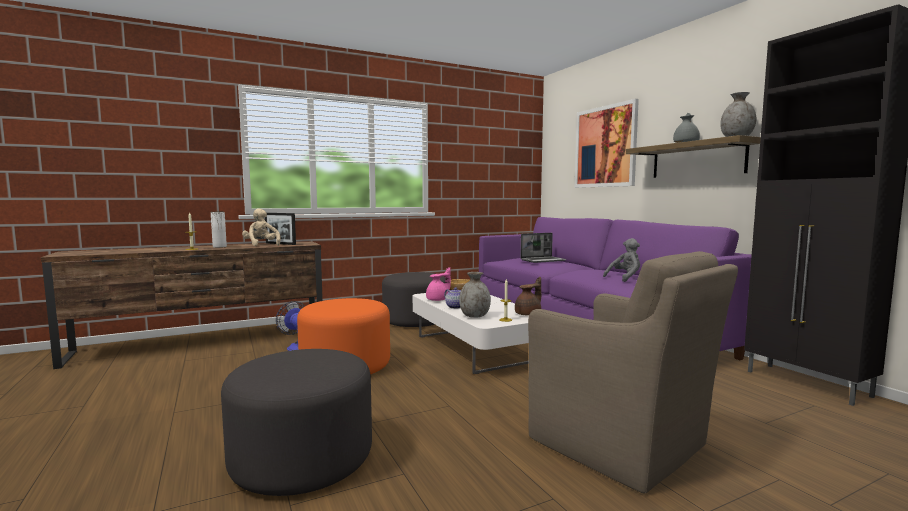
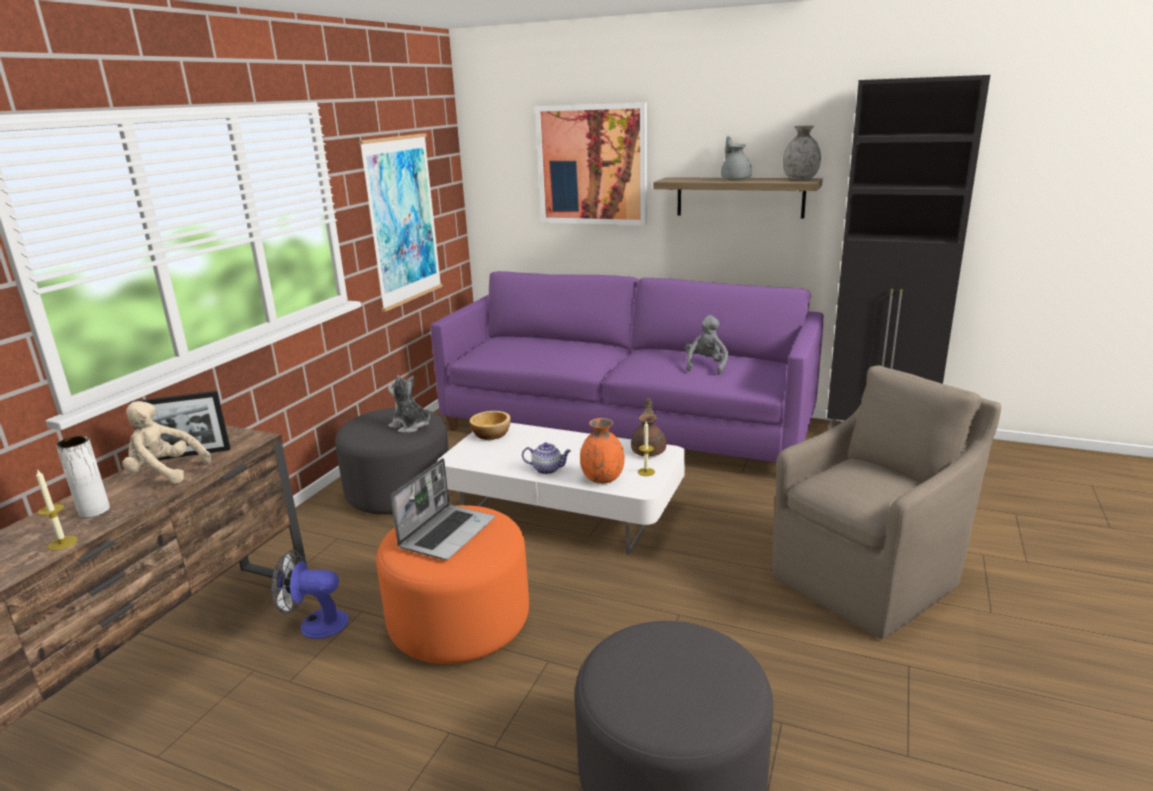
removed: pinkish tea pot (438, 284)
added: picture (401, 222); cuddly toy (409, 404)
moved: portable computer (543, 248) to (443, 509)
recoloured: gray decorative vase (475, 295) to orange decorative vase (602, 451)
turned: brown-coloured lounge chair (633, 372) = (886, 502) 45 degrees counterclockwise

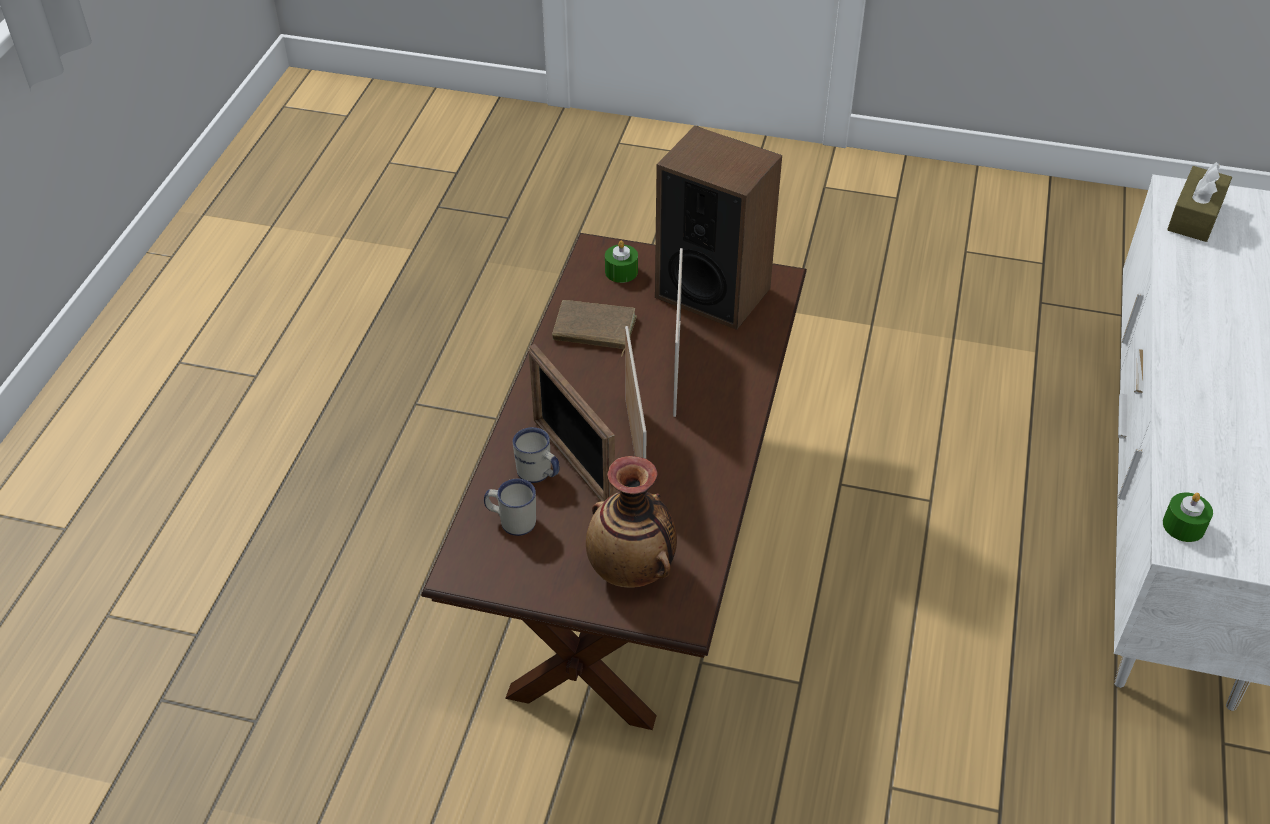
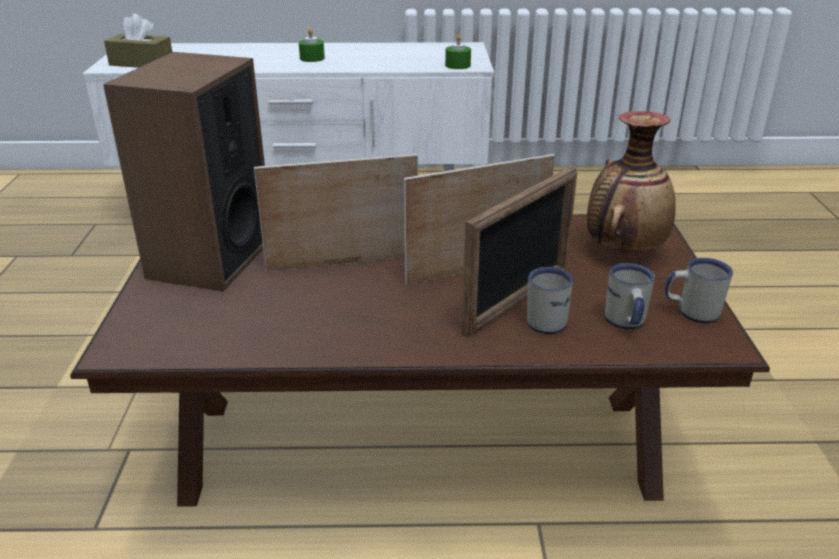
removed: brown-coloured volume (594, 328)
added: whitish mug (699, 290)
moved: greenish candle (621, 261) to (312, 45)

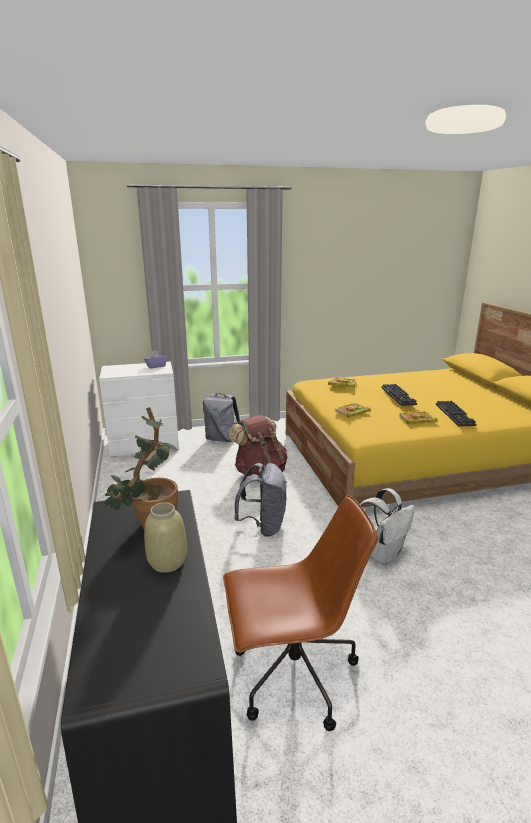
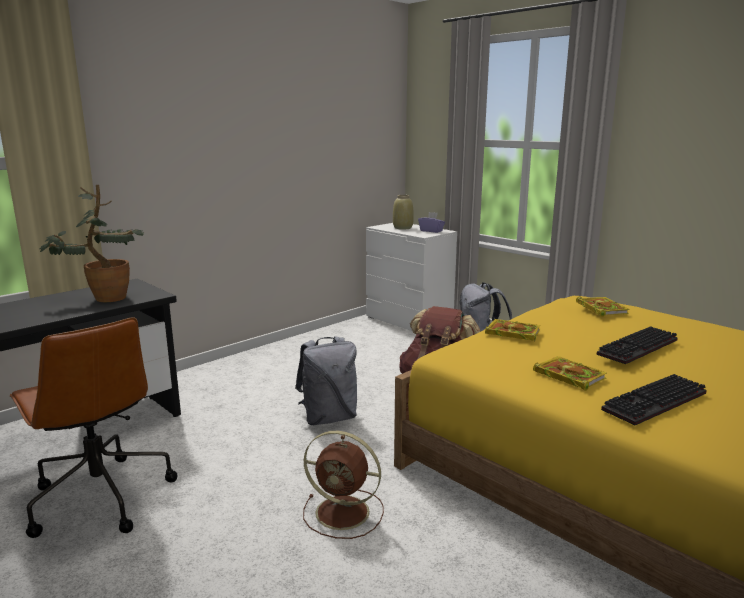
moved: beige-coloured decorative vase (165, 537) to (403, 212)
replaced: whitish rucksack (387, 526) to brown-coloured fan (343, 485)

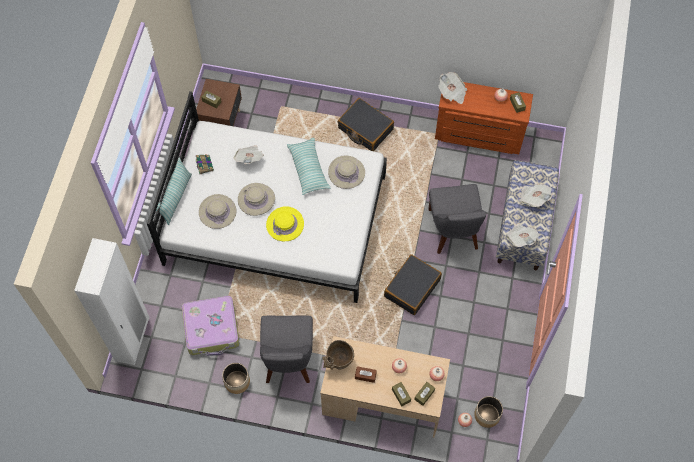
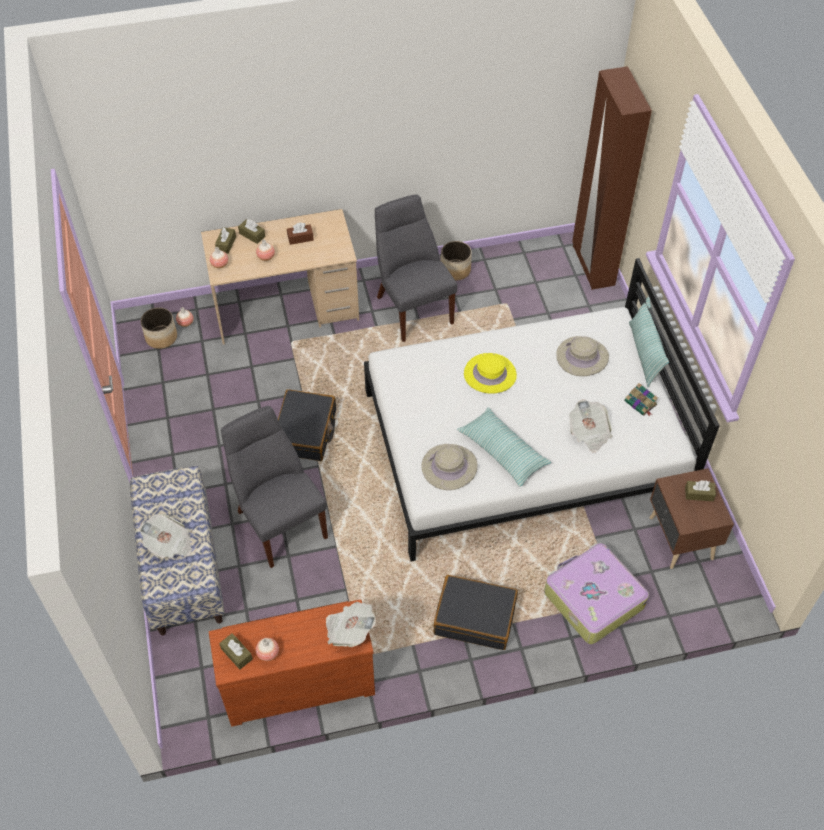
removed: beige-coloured wearable hat (256, 199); beige-coloured decorative vase (338, 355); printed paper (522, 235)
moved: suitcase (211, 326) to (596, 593)
recoloured: whitish armoire (111, 301) to brown-coloured armoire (612, 178)

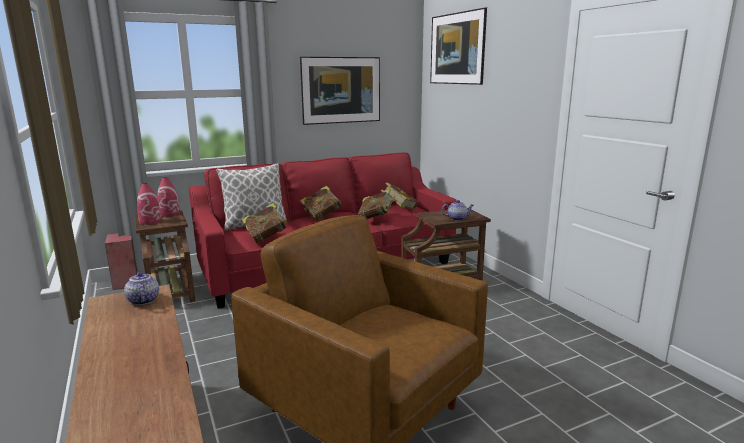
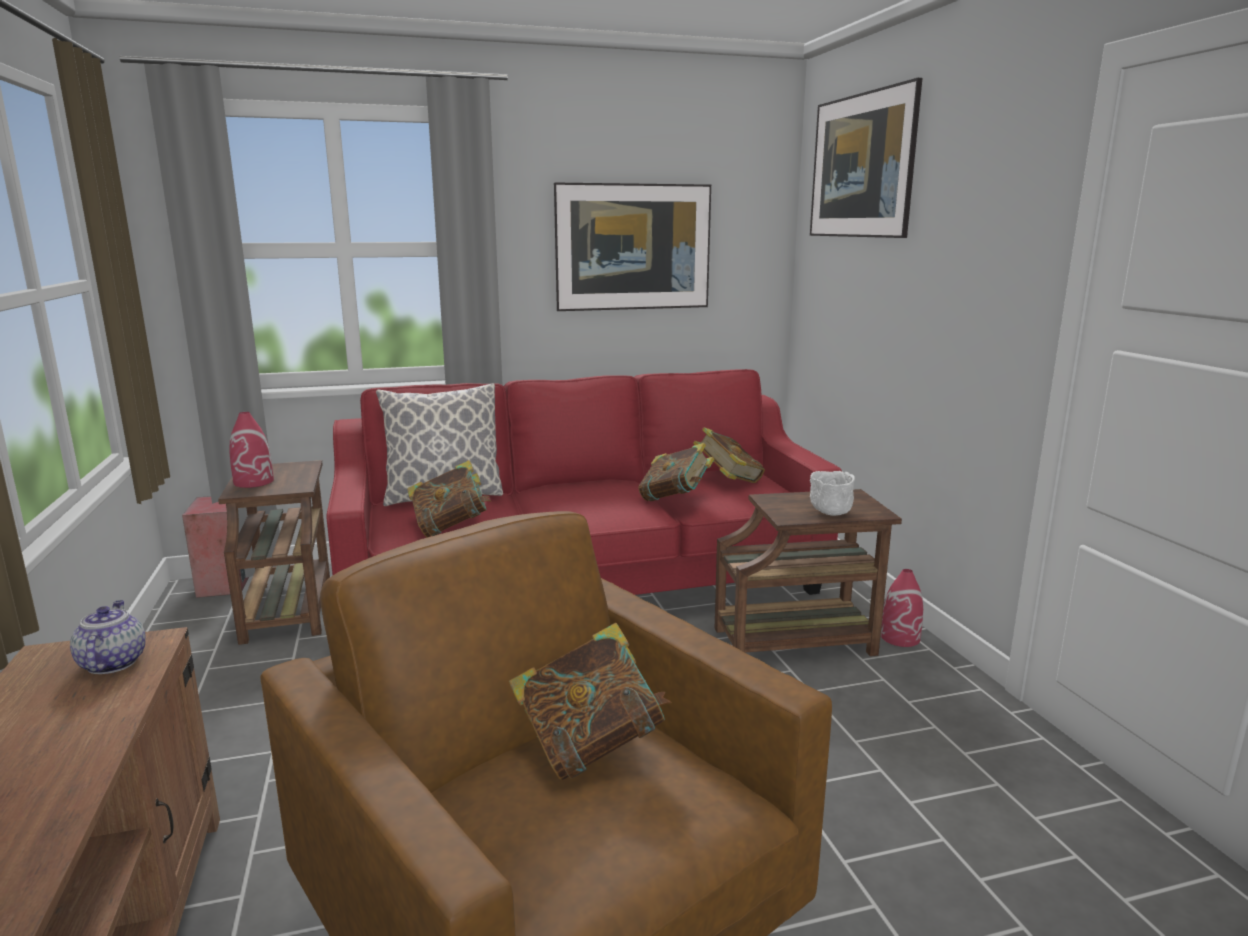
moved: red decorative vase (168, 197) to (902, 608); volume (321, 203) to (590, 702)
replaced: tea pot (457, 210) to whitish bowl (832, 493)

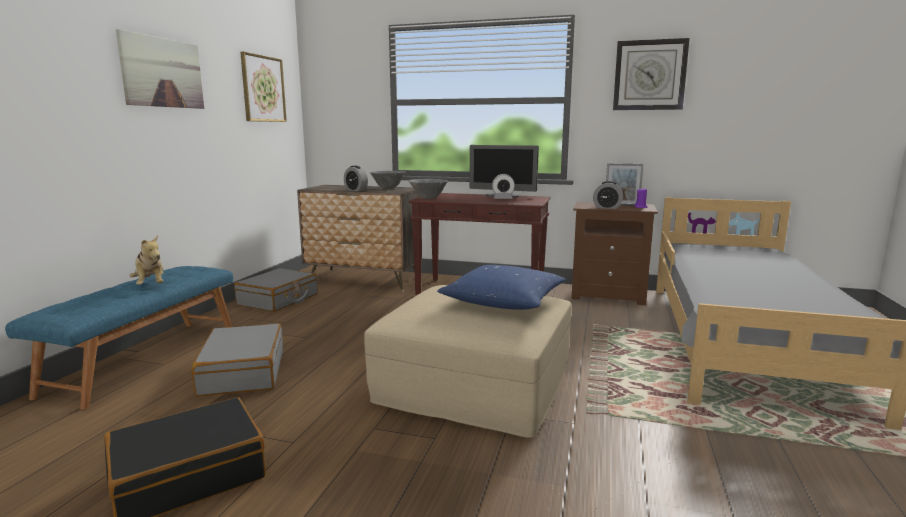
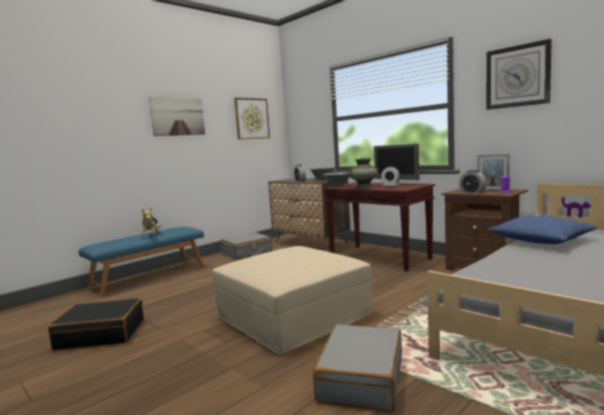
added: turquoise-coloured decorative vase (363, 172)
moved: gray suitcase (237, 359) to (357, 368); bluish throw pillow (501, 287) to (543, 229)

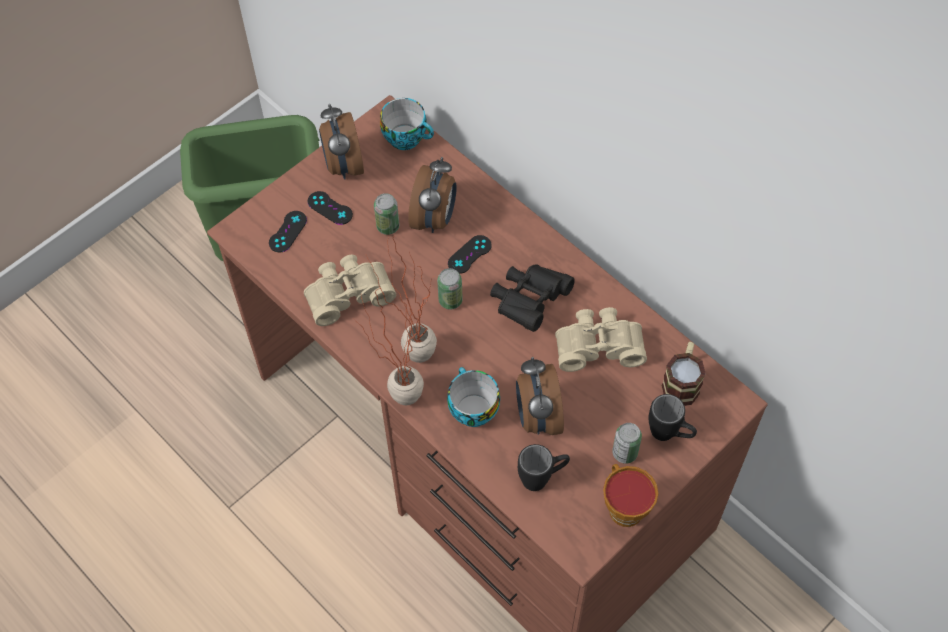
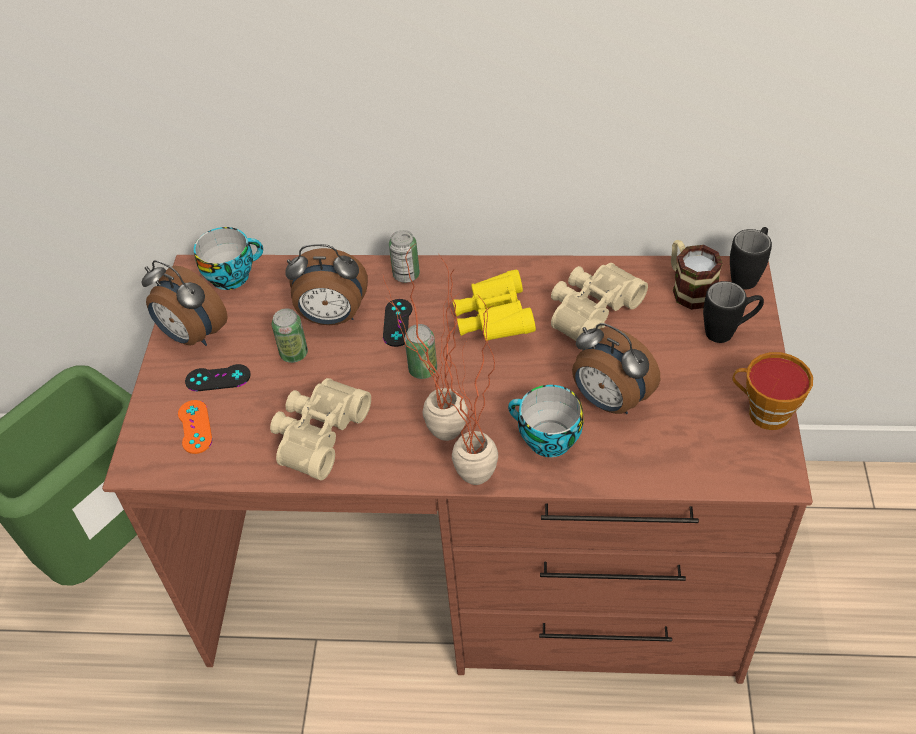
moved: black-coloured mug (544, 467) to (751, 258); can (627, 443) to (404, 256)
recoloured: black-coloured joypad (288, 231) to orange joypad (195, 427); black-coloured binoculars (532, 298) to yellowish binoculars (494, 305)
turned: bedside clock (432, 195) = (326, 284) 120 degrees clockwise

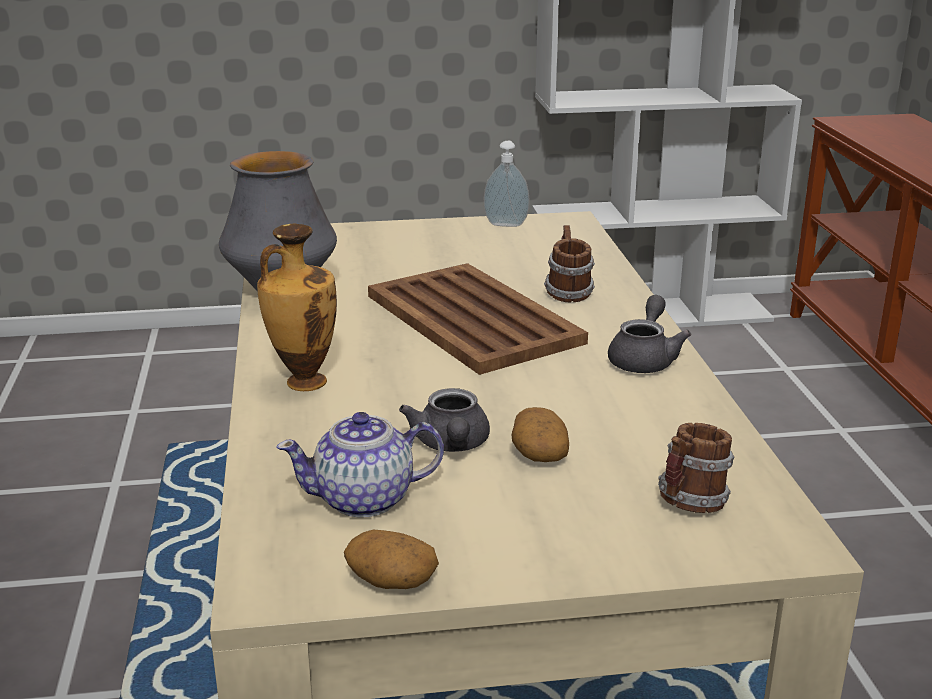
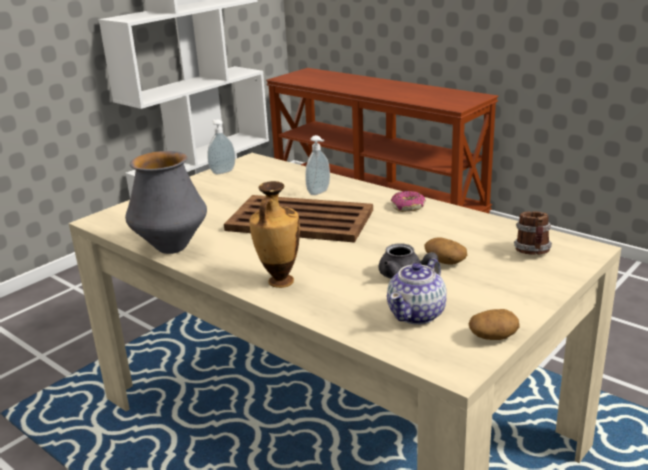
replaced: mug (569, 263) to liquid soap bottle (317, 165); gray tea pot (649, 334) to donut (408, 201)

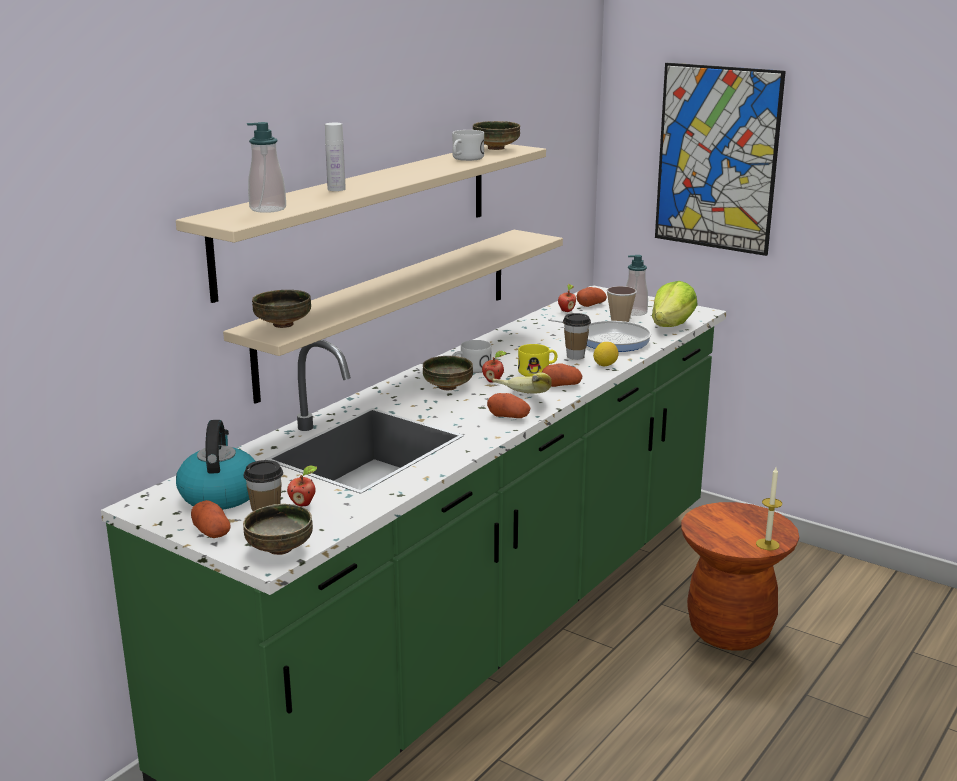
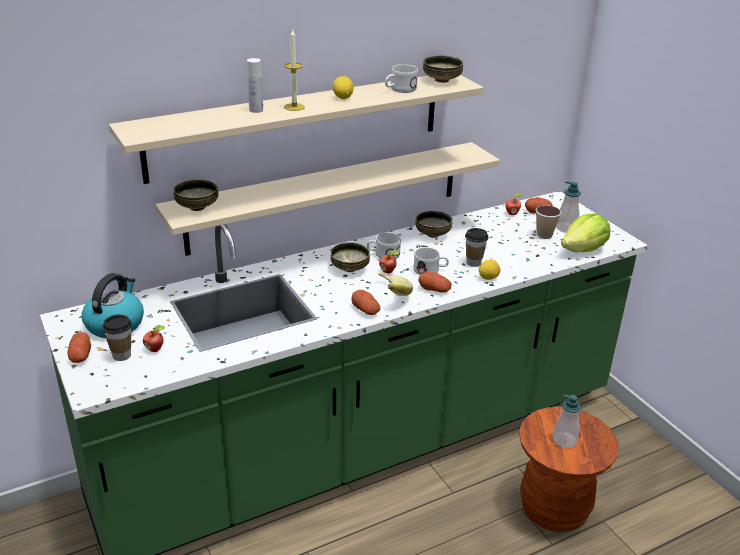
removed: pan (599, 335); picture (720, 159)
added: citrus fruit (343, 87)
moved: bowl (278, 529) to (433, 224); liquid soap bottle (266, 167) to (567, 421); candle (769, 508) to (294, 70)
recoloured: yellowish mug (537, 360) to whitish mug (431, 261)

